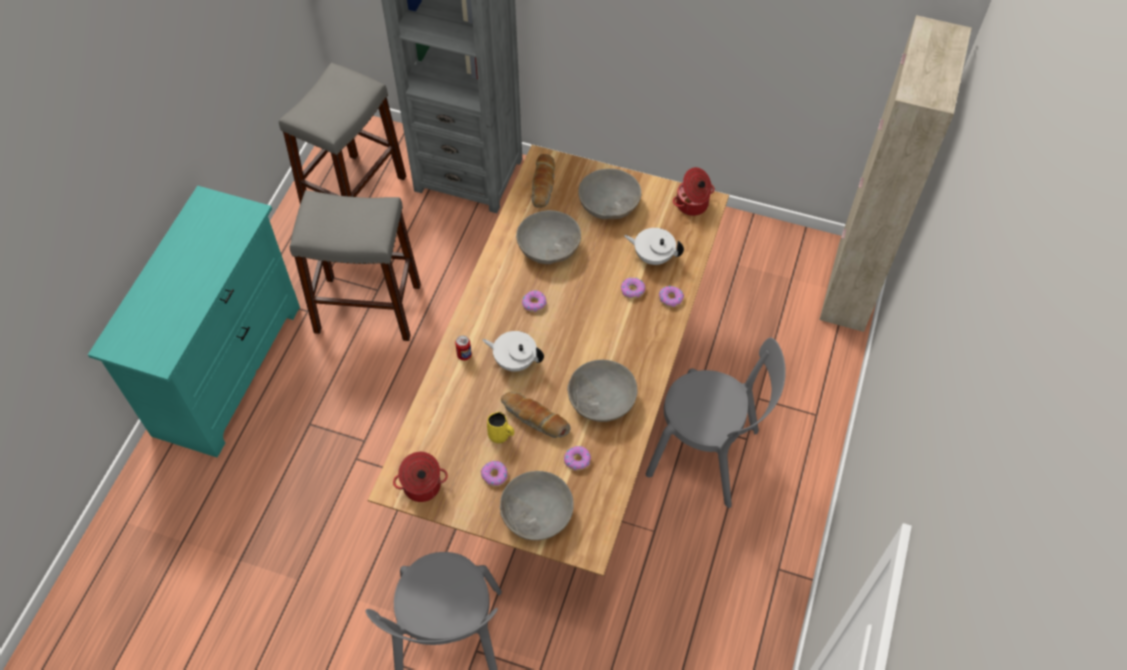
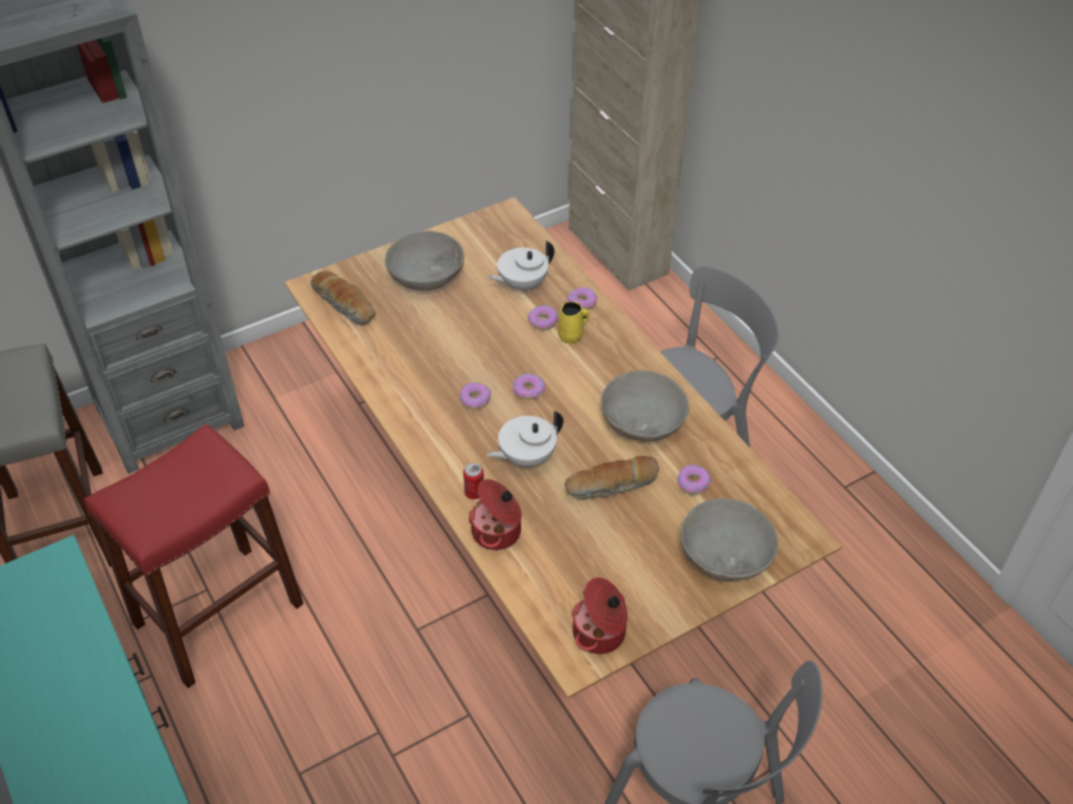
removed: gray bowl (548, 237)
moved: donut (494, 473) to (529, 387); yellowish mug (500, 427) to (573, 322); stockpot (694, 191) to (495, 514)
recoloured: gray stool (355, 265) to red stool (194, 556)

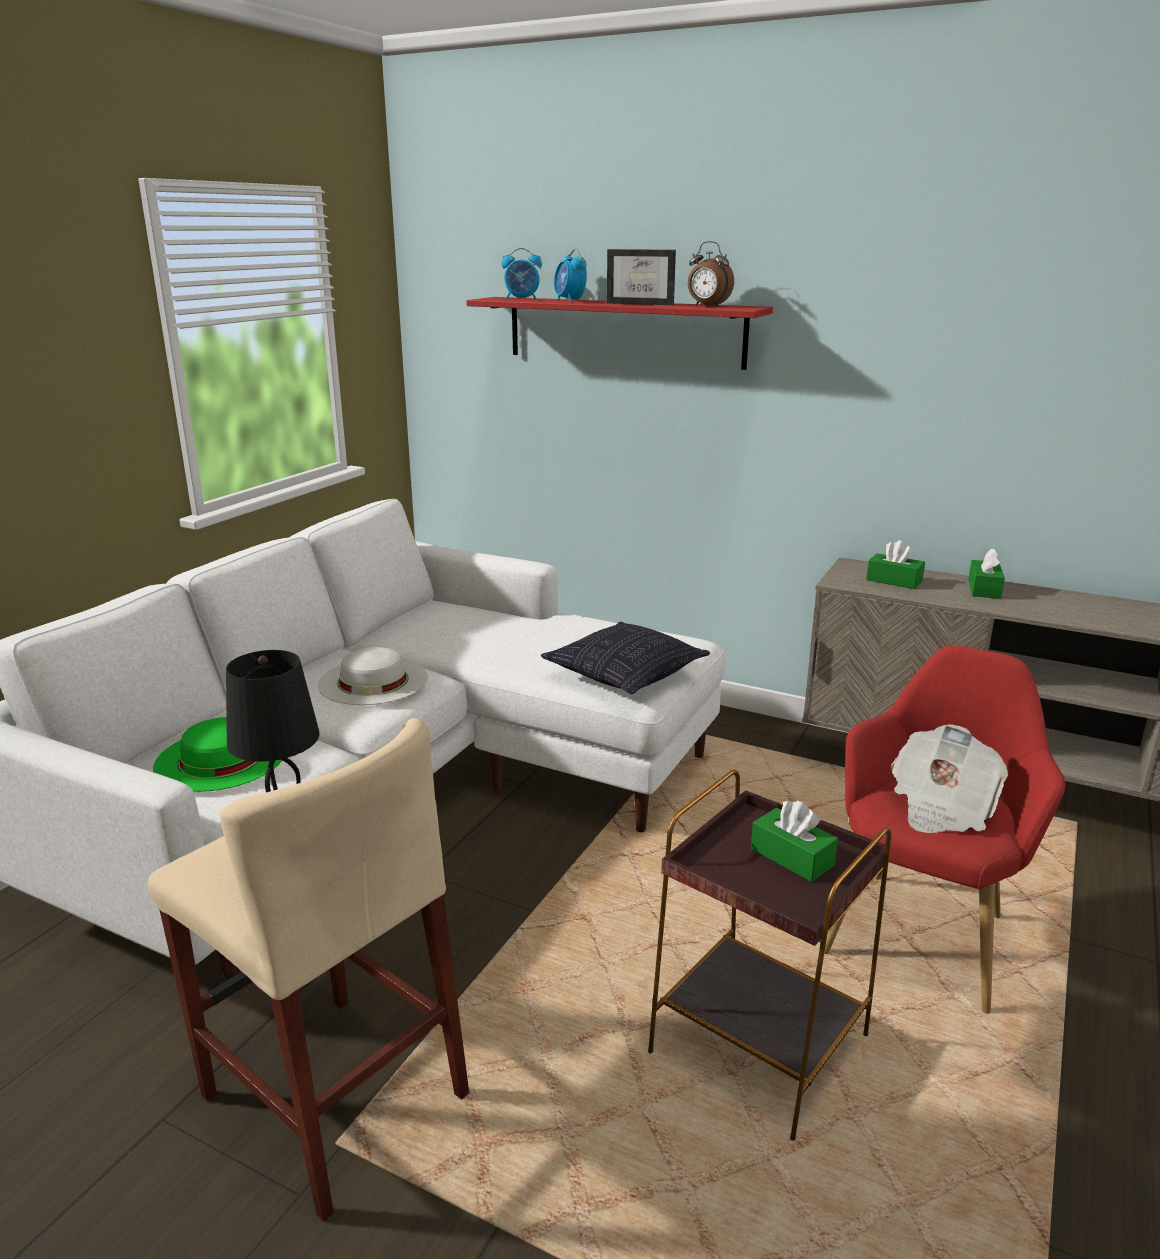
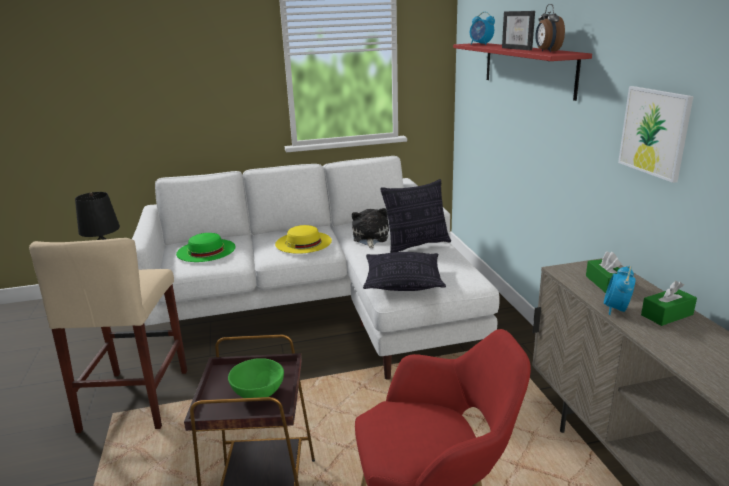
removed: printed paper (949, 778)
added: cuddly toy (370, 228); throw pillow (415, 216); picture (656, 134)
moved: bedside clock (570, 275) to (620, 290)
replaced: greenish tissue holder (794, 841) to greenish bowl (256, 378)
recoloured: whitish wearable hat (373, 676) to yellowish wearable hat (303, 239)

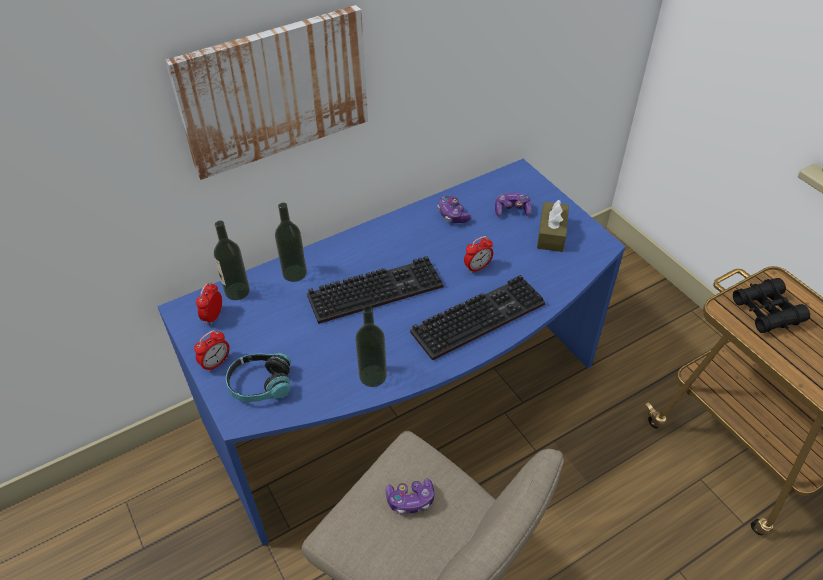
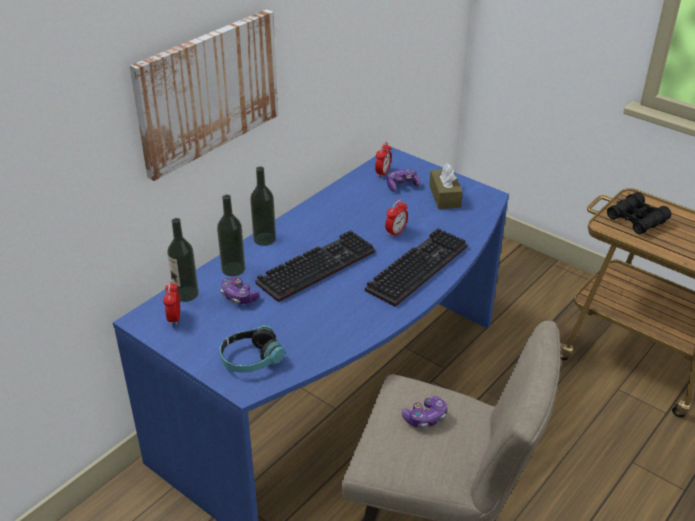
moved: bedside clock (212, 351) to (383, 160); bottle (371, 346) to (263, 206); joypad (454, 209) to (240, 290)

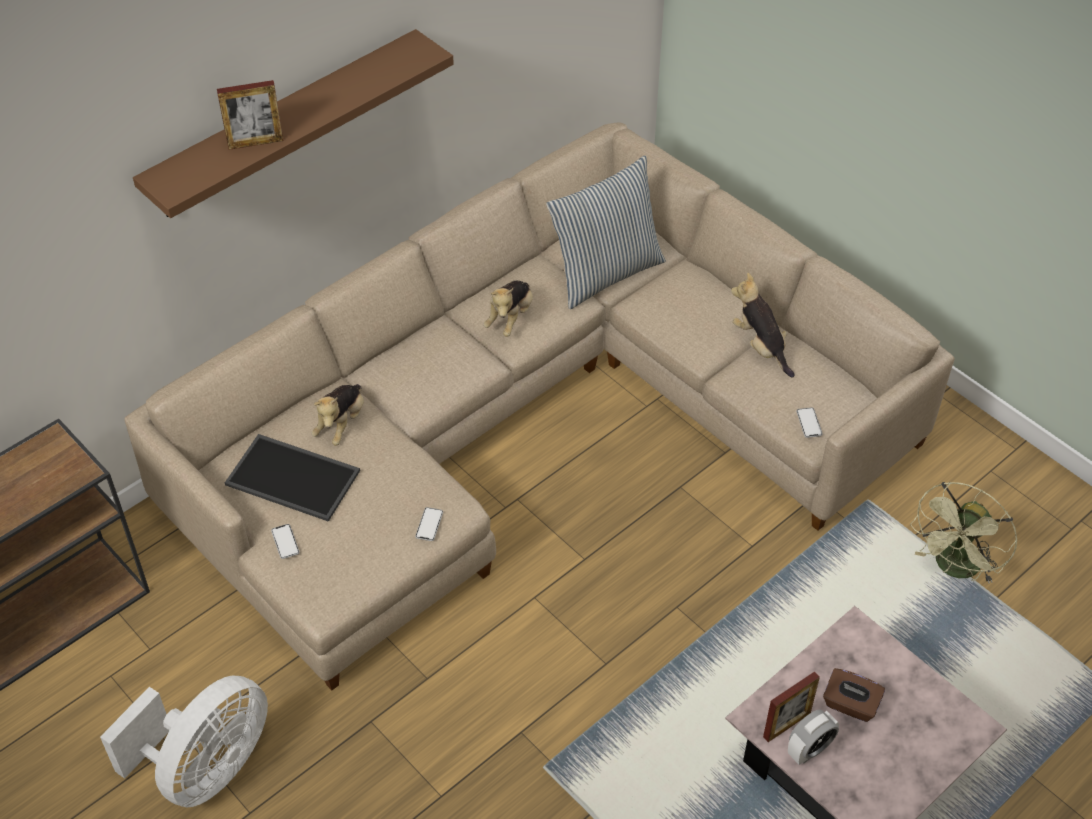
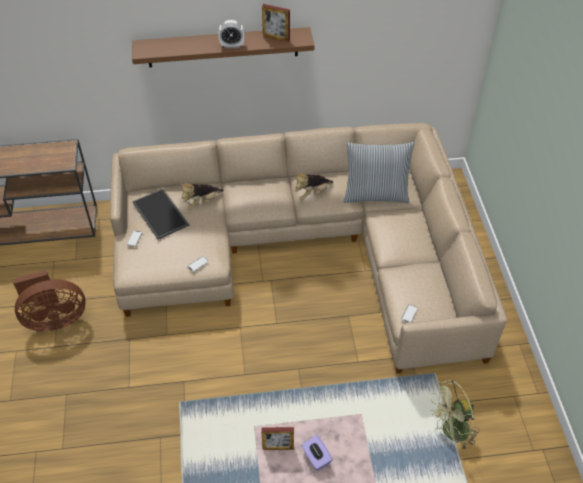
removed: cuddly toy (763, 325)
moved: photo frame (250, 115) to (276, 23); bedside clock (813, 737) to (231, 34)
recoloured: whitish fan (184, 741) to brown-coloured fan (49, 300); brown-coloured tissue holder (854, 695) to purplish tissue holder (317, 453)

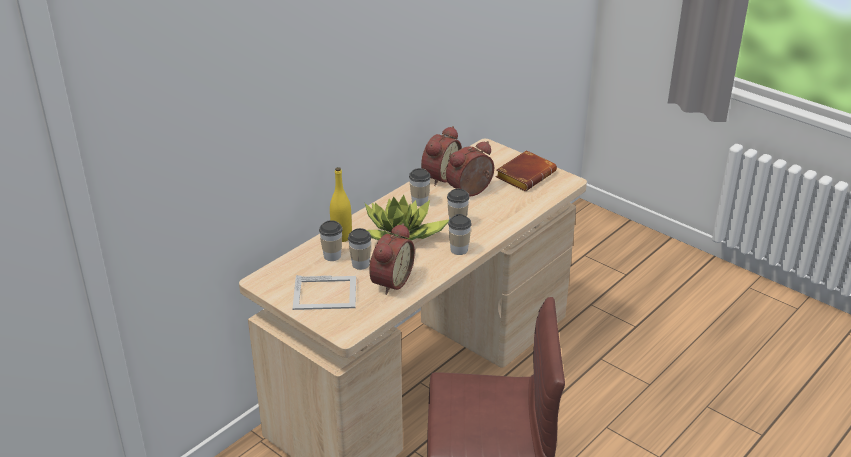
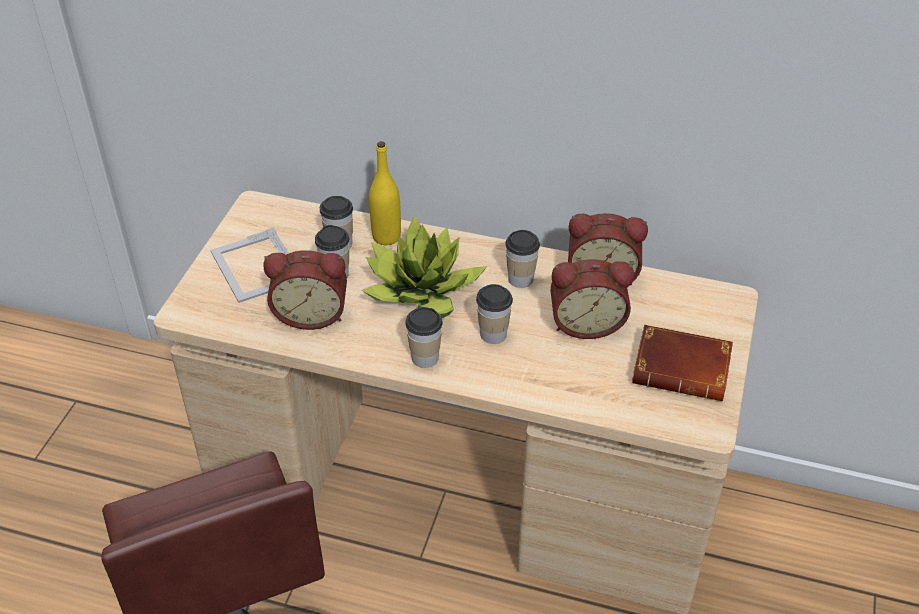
turned: bedside clock (470, 168) = (592, 299) 150 degrees clockwise

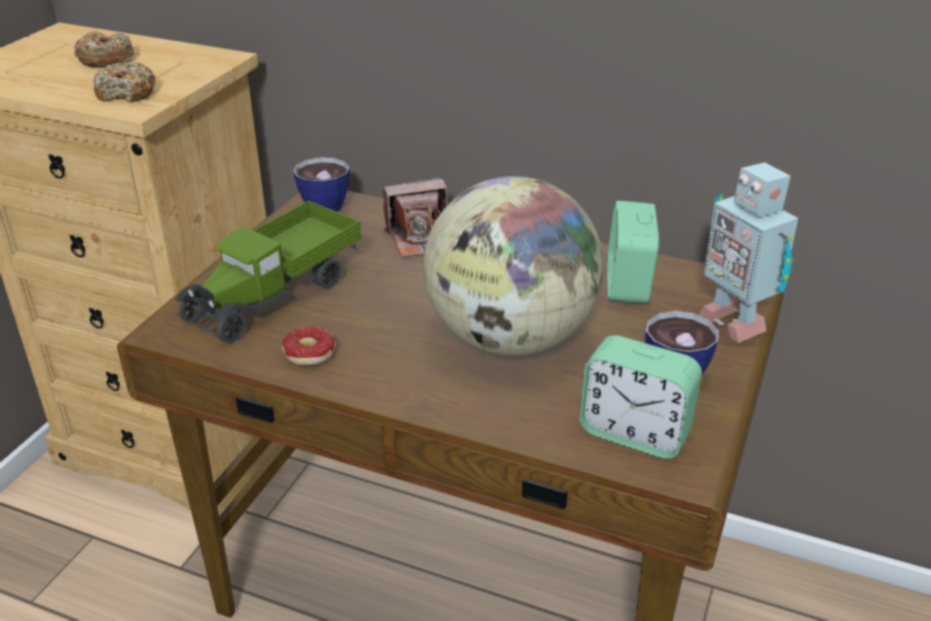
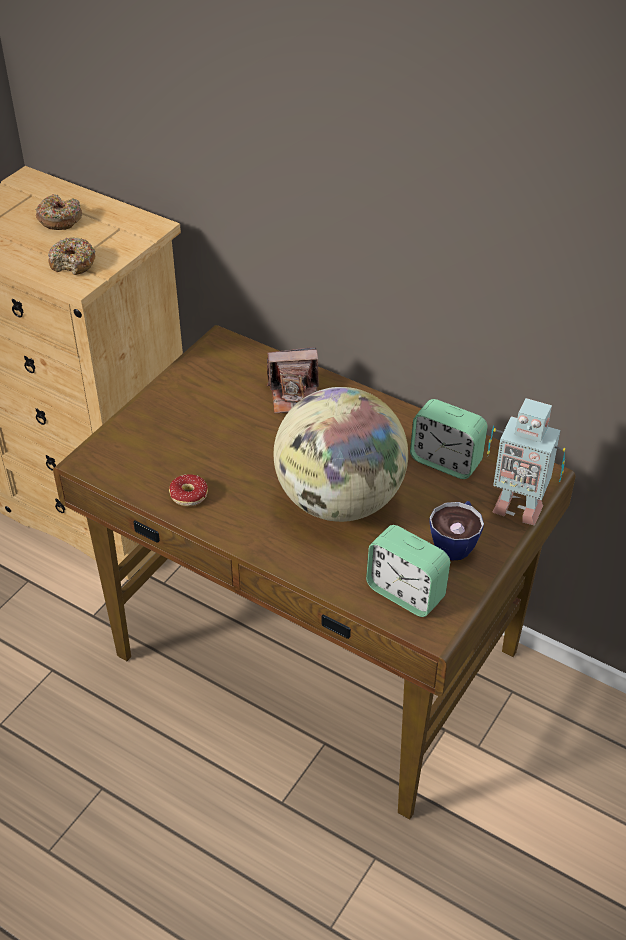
removed: toy truck (268, 272); small cup (321, 184)
turned: bedside clock (633, 252) = (449, 439) 75 degrees counterclockwise; robot figure (748, 252) = (526, 462) 45 degrees counterclockwise

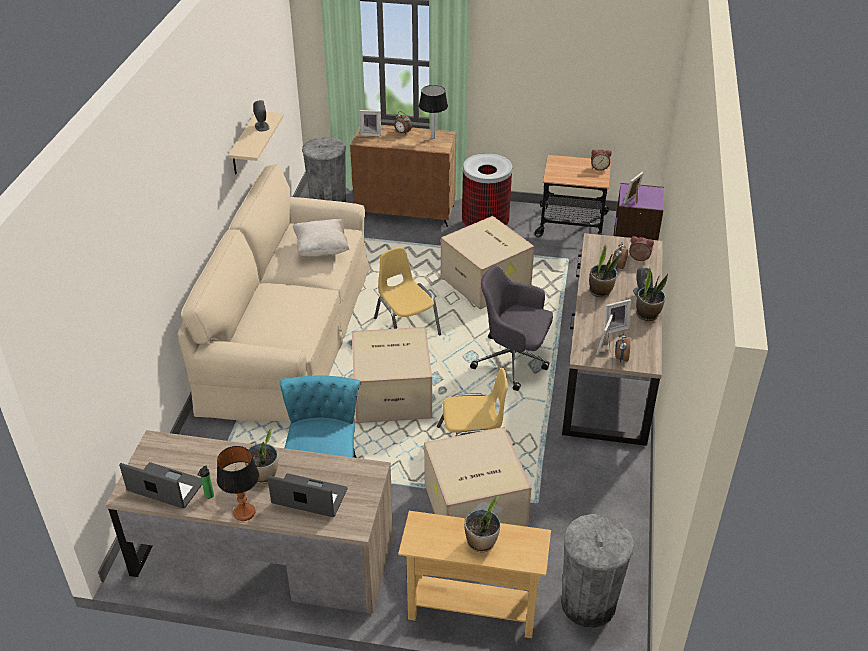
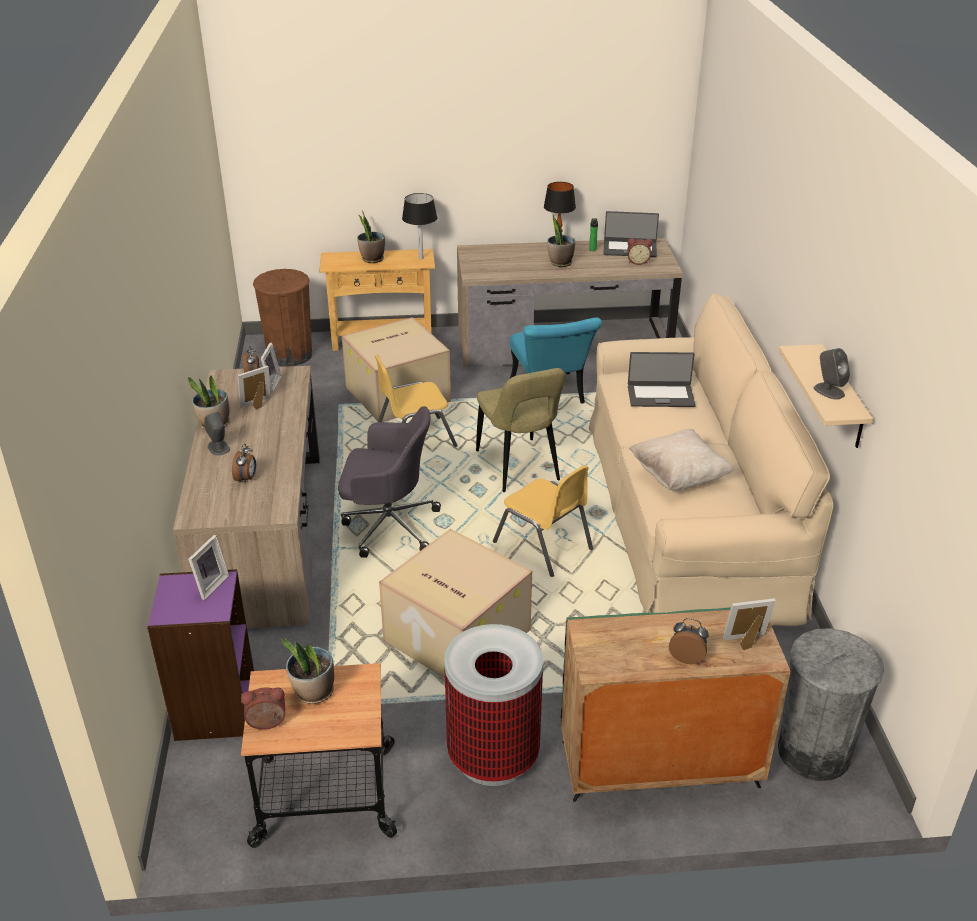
moved: portable computer (307, 495) to (661, 379); black-coloured table lamp (433, 112) to (419, 226); potted plant (604, 270) to (307, 671); bedside clock (641, 248) to (639, 252)
replaced: carton (392, 375) to beige-coloured plain chair (521, 430)
recoloured: brown-coloured cabinet (403, 176) to greenish cabinet (675, 704); gray trash can (597, 571) to brown-coloured trash can (282, 318)

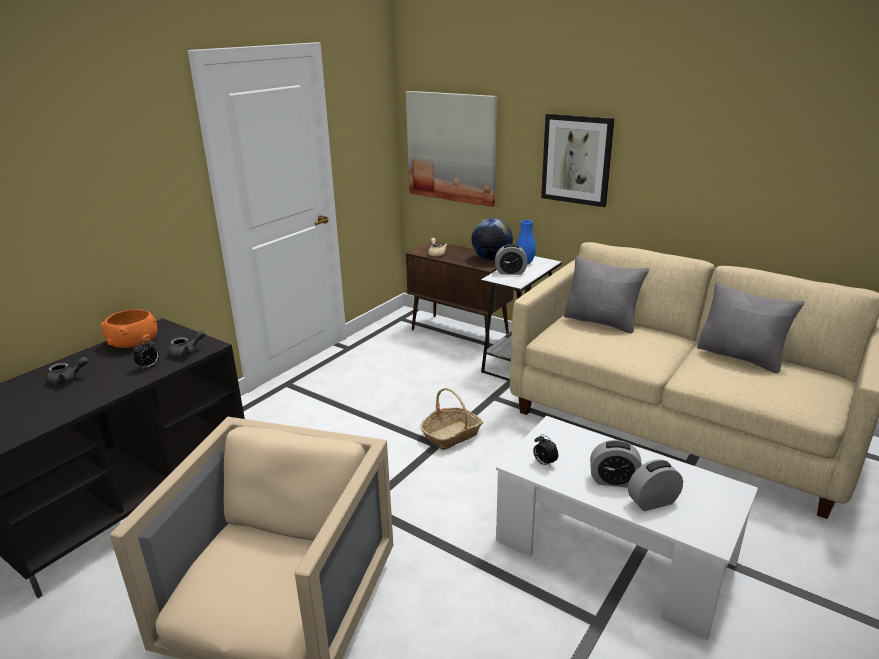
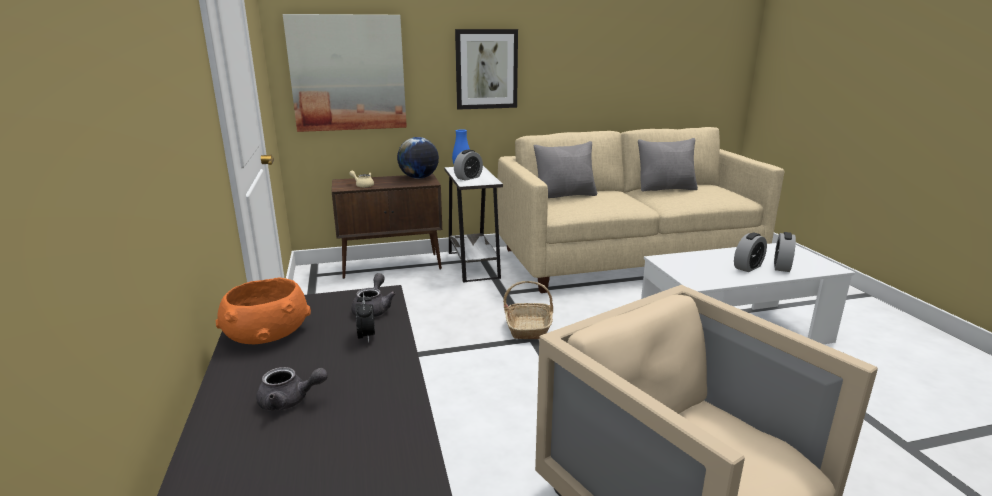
removed: bedside clock (545, 451)
turned: gray tea pot (67, 371) = (292, 389) 75 degrees clockwise

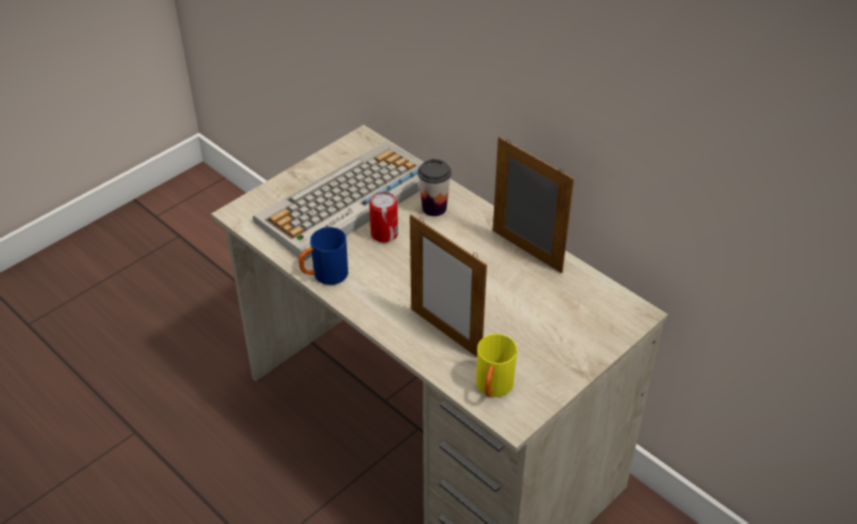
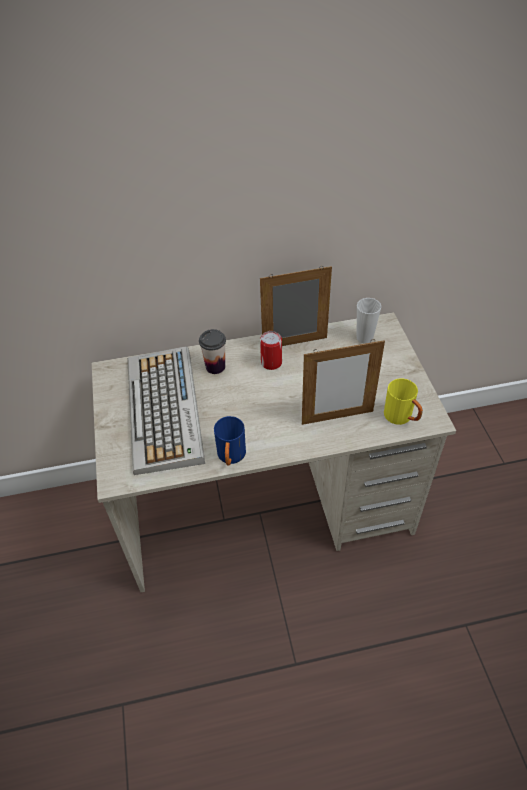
added: small cup (369, 321)
moved: can (383, 217) to (271, 350)

